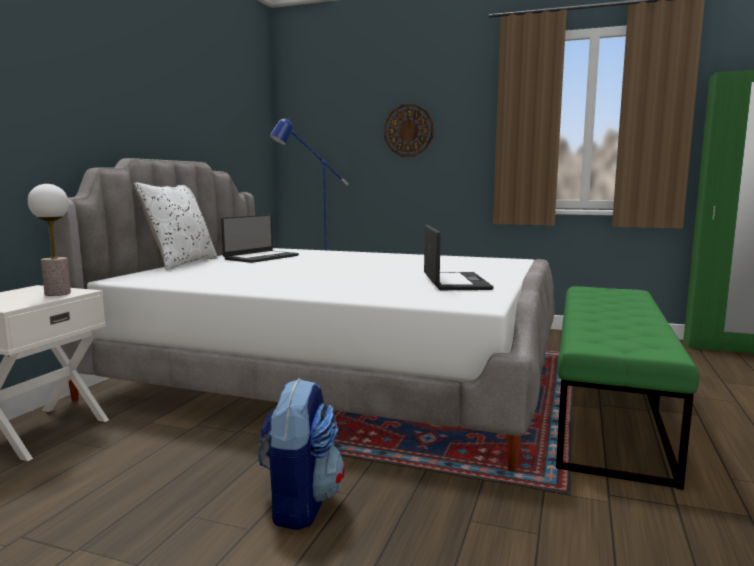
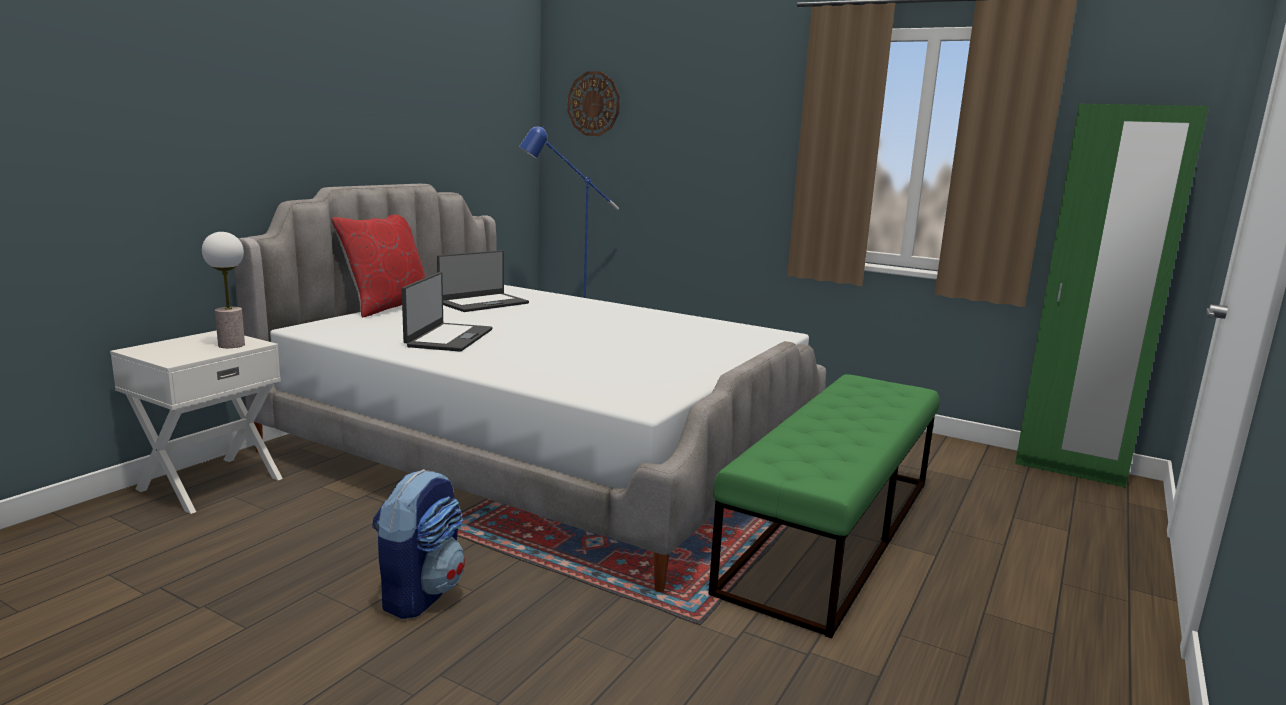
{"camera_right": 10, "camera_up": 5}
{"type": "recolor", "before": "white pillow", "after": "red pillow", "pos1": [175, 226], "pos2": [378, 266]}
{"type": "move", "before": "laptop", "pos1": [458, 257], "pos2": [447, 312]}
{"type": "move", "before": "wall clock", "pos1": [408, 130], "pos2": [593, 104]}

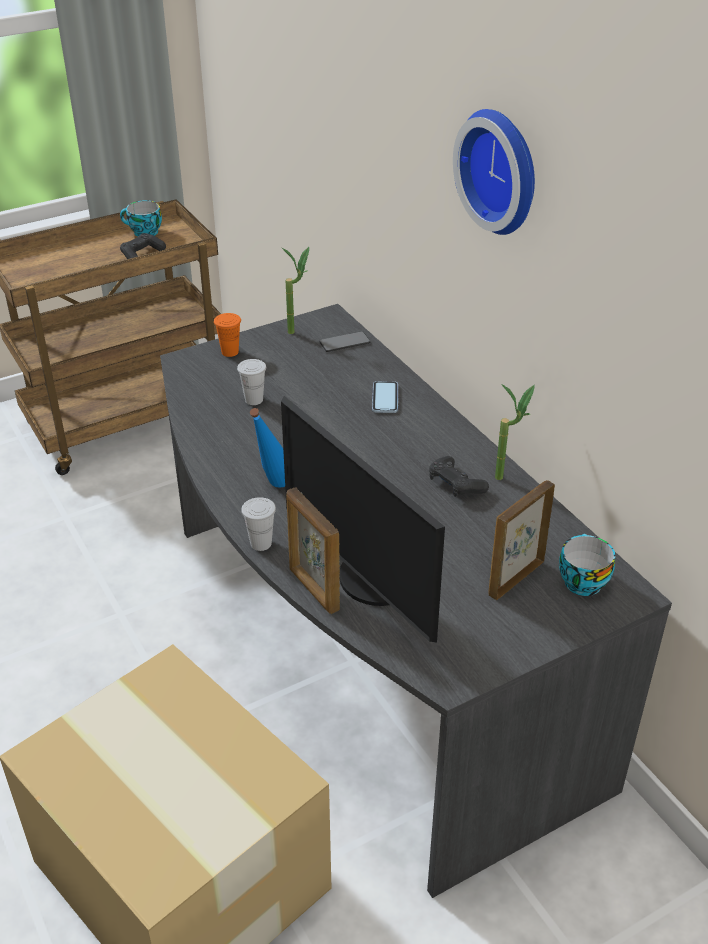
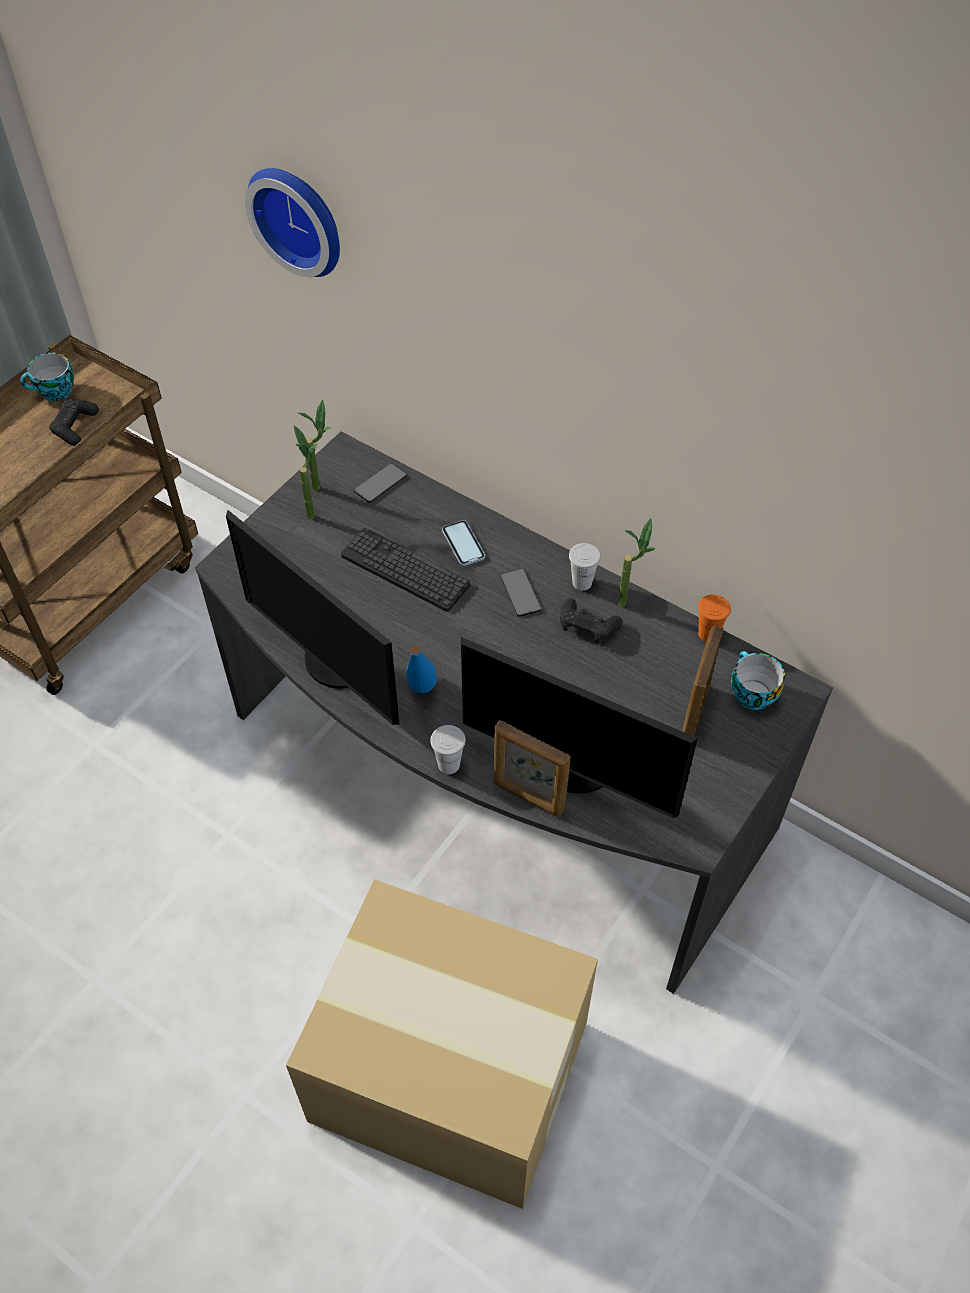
{"camera_right": -25, "camera_up": 15}
{"type": "insert", "after": "monitor", "pos2": [313, 617]}
{"type": "move", "before": "wall clock", "pos1": [494, 172], "pos2": [292, 222]}
{"type": "insert", "after": "potted plant", "pos2": [306, 472]}
{"type": "insert", "after": "keyboard", "pos2": [405, 570]}
{"type": "insert", "after": "phone", "pos2": [521, 593]}
{"type": "move", "before": "white cup", "pos1": [251, 382], "pos2": [585, 567]}
{"type": "move", "before": "orange cup", "pos1": [227, 335], "pos2": [714, 618]}

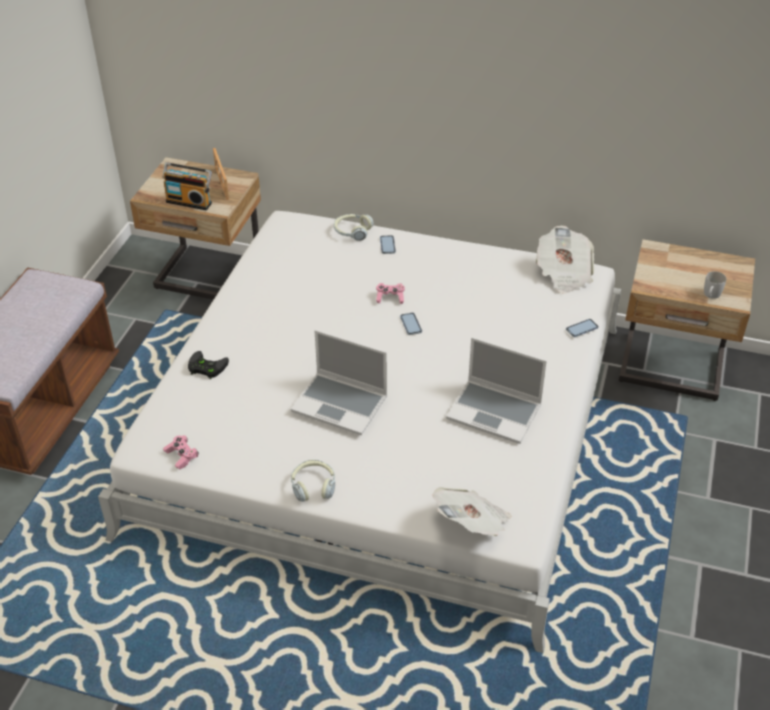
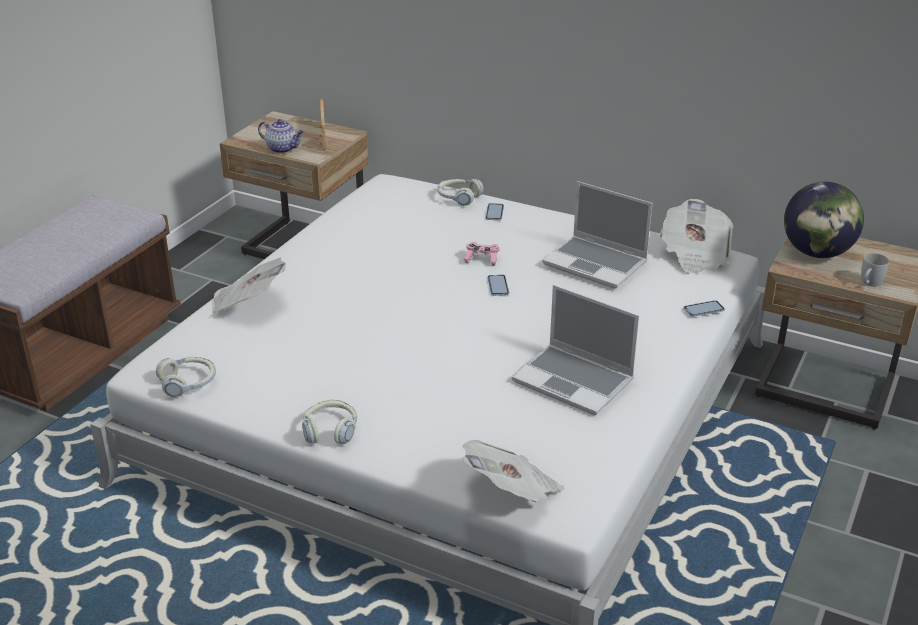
{"camera_right": 10, "camera_up": -10}
{"type": "replace", "before": "pink game controller", "after": "headphones", "pos1": [181, 452], "pos2": [186, 377]}
{"type": "replace", "before": "black game controller", "after": "newspaper", "pos1": [208, 365], "pos2": [250, 285]}
{"type": "replace", "before": "radio", "after": "teapot", "pos1": [187, 186], "pos2": [281, 136]}
{"type": "move", "before": "laptop", "pos1": [339, 382], "pos2": [597, 235]}
{"type": "insert", "after": "globe", "pos2": [824, 220]}

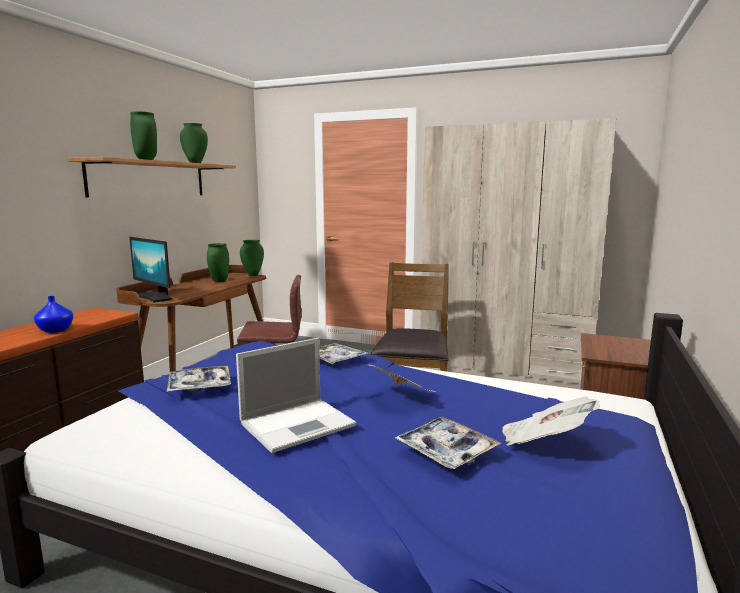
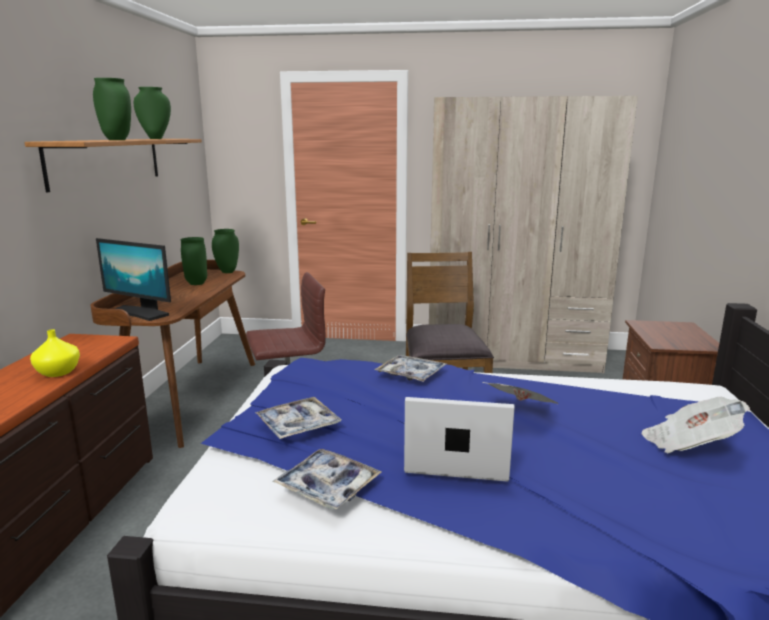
{"camera_right": -15, "camera_up": 5}
{"type": "recolor", "before": "blue vase", "after": "yellow vase", "pos1": [53, 314], "pos2": [55, 353]}
{"type": "move", "before": "tray", "pos1": [448, 443], "pos2": [326, 479]}
{"type": "rotate", "before": "laptop", "pos1": [296, 395], "pos2": [459, 439], "turn": -120}

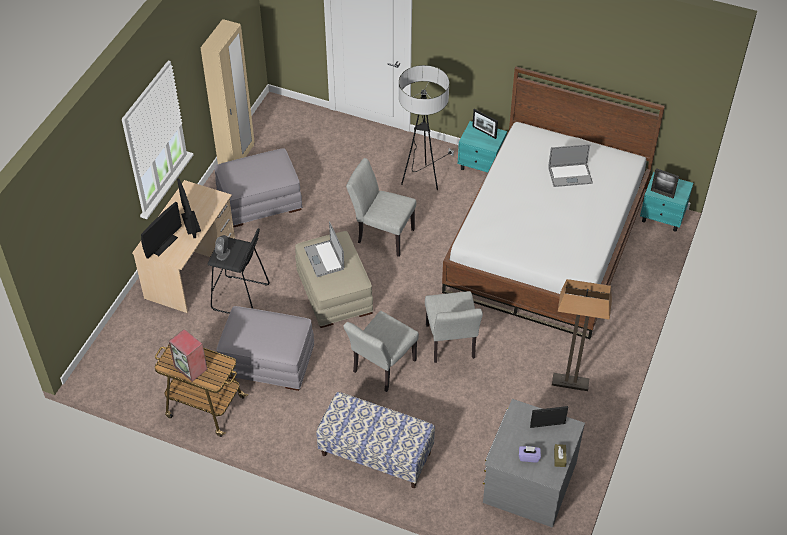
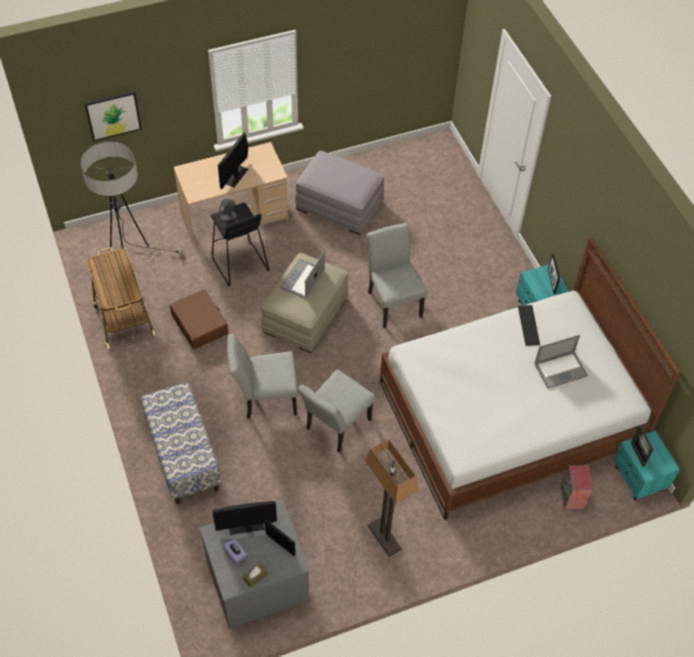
{"camera_right": 45, "camera_up": 5}
{"type": "move", "before": "floor lamp", "pos1": [426, 127], "pos2": [132, 199]}
{"type": "insert", "after": "picture", "pos2": [113, 116]}
{"type": "replace", "before": "grey ottoman", "after": "brown suitcase", "pos1": [265, 348], "pos2": [199, 319]}
{"type": "move", "before": "monitor", "pos1": [161, 230], "pos2": [244, 518]}
{"type": "insert", "after": "keyboard", "pos2": [529, 325]}
{"type": "rotate", "before": "laptop", "pos1": [570, 165], "pos2": [561, 362], "turn": -60}
{"type": "move", "before": "speaker", "pos1": [187, 355], "pos2": [577, 487]}
{"type": "delete", "before": "beige wardrobe", "pos1": [228, 91]}

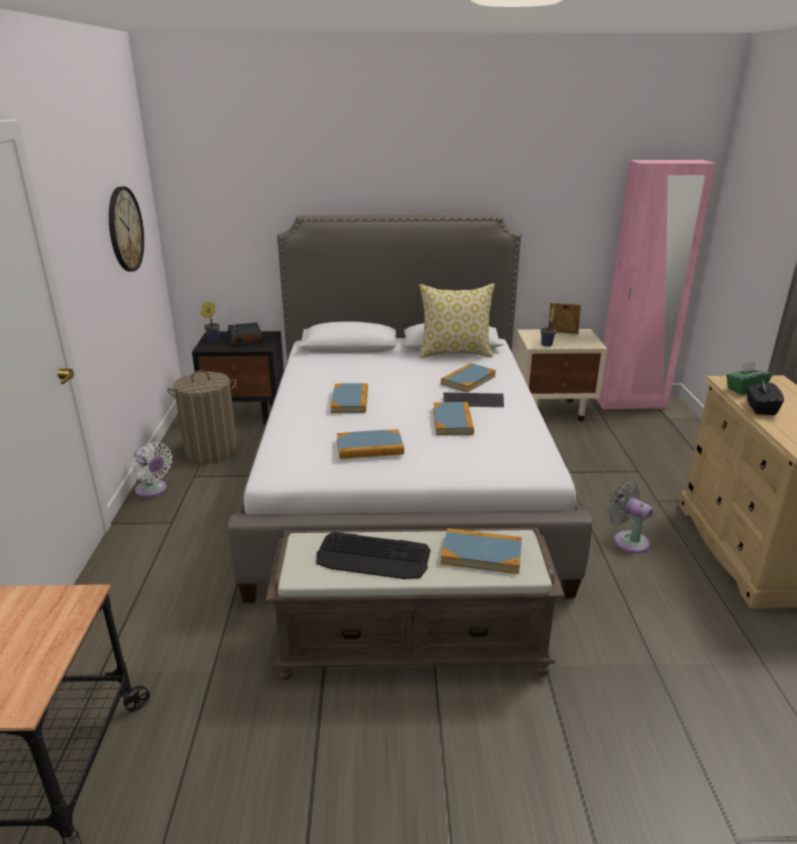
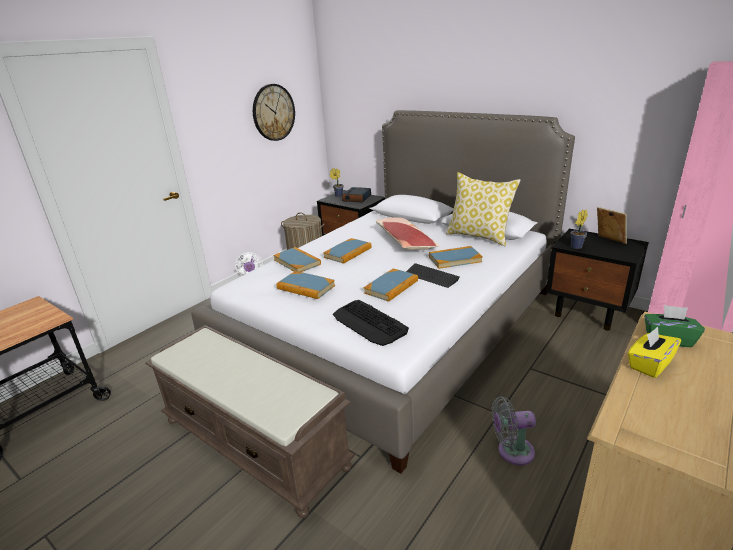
{"camera_right": 40, "camera_up": 0}
{"type": "move", "before": "book", "pos1": [481, 551], "pos2": [297, 259]}
{"type": "move", "before": "keyboard", "pos1": [373, 555], "pos2": [371, 323]}
{"type": "insert", "after": "pillow", "pos2": [408, 233]}
{"type": "rotate", "before": "grey fan", "pos1": [630, 517], "pos2": [514, 430], "turn": -90}
{"type": "recolor", "before": "beige nightstand", "after": "black nightstand", "pos1": [561, 375], "pos2": [597, 280]}
{"type": "recolor", "before": "black tissue box", "after": "yellow tissue box", "pos1": [765, 397], "pos2": [654, 352]}

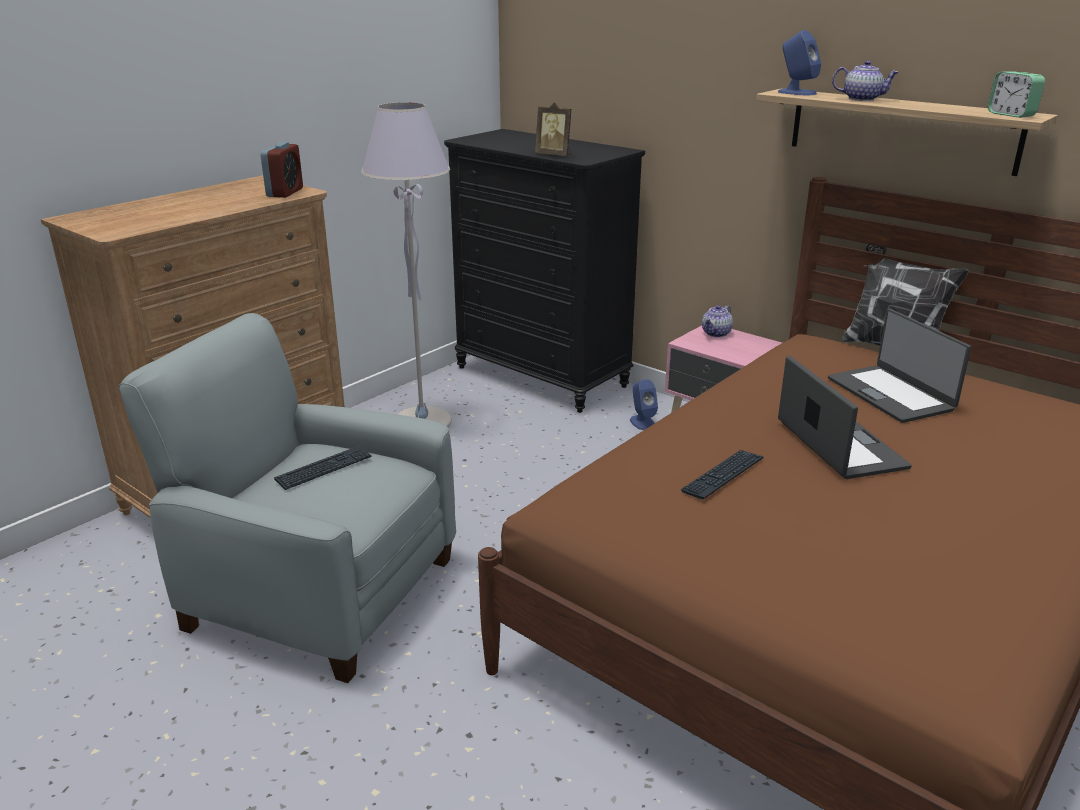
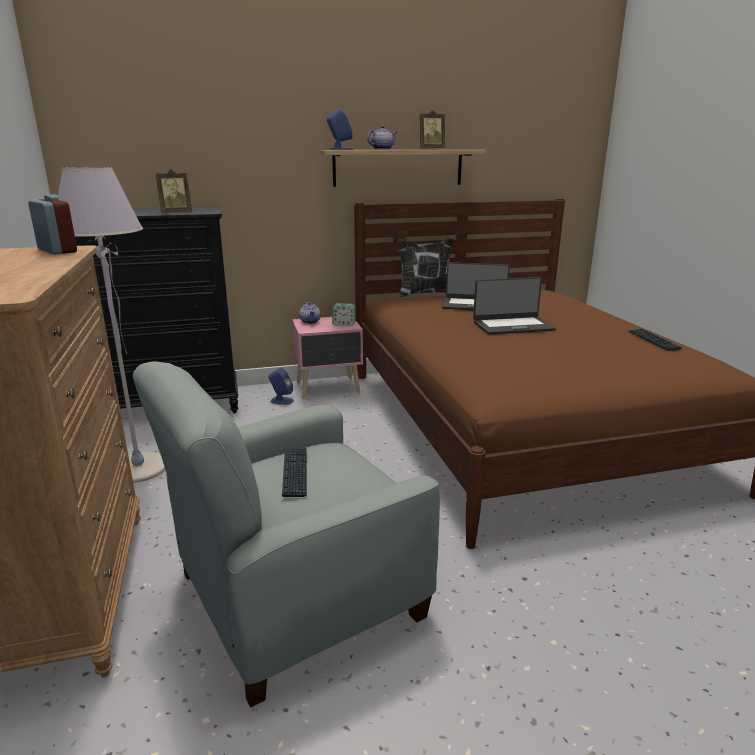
{"camera_right": -55, "camera_up": -5}
{"type": "move", "before": "alarm clock", "pos1": [1016, 95], "pos2": [344, 314]}
{"type": "insert", "after": "picture frame", "pos2": [432, 130]}
{"type": "rotate", "before": "laptop", "pos1": [845, 417], "pos2": [514, 306], "turn": 150}
{"type": "move", "before": "keyboard", "pos1": [722, 474], "pos2": [655, 340]}

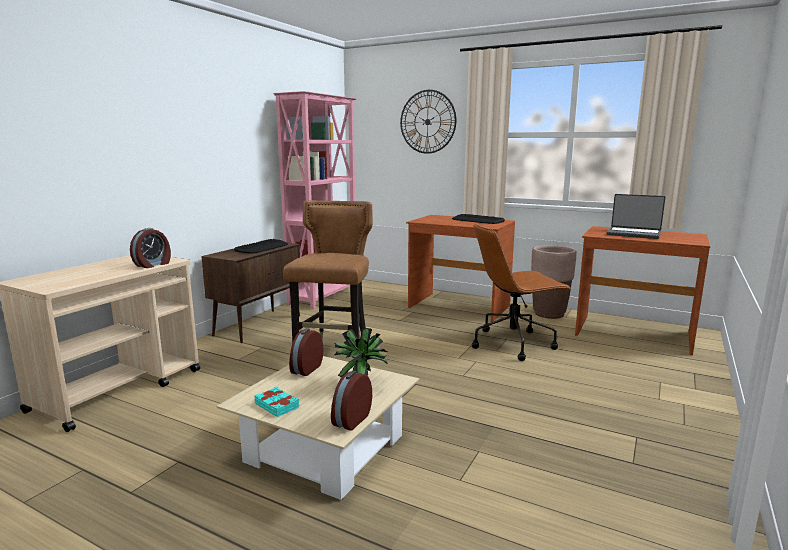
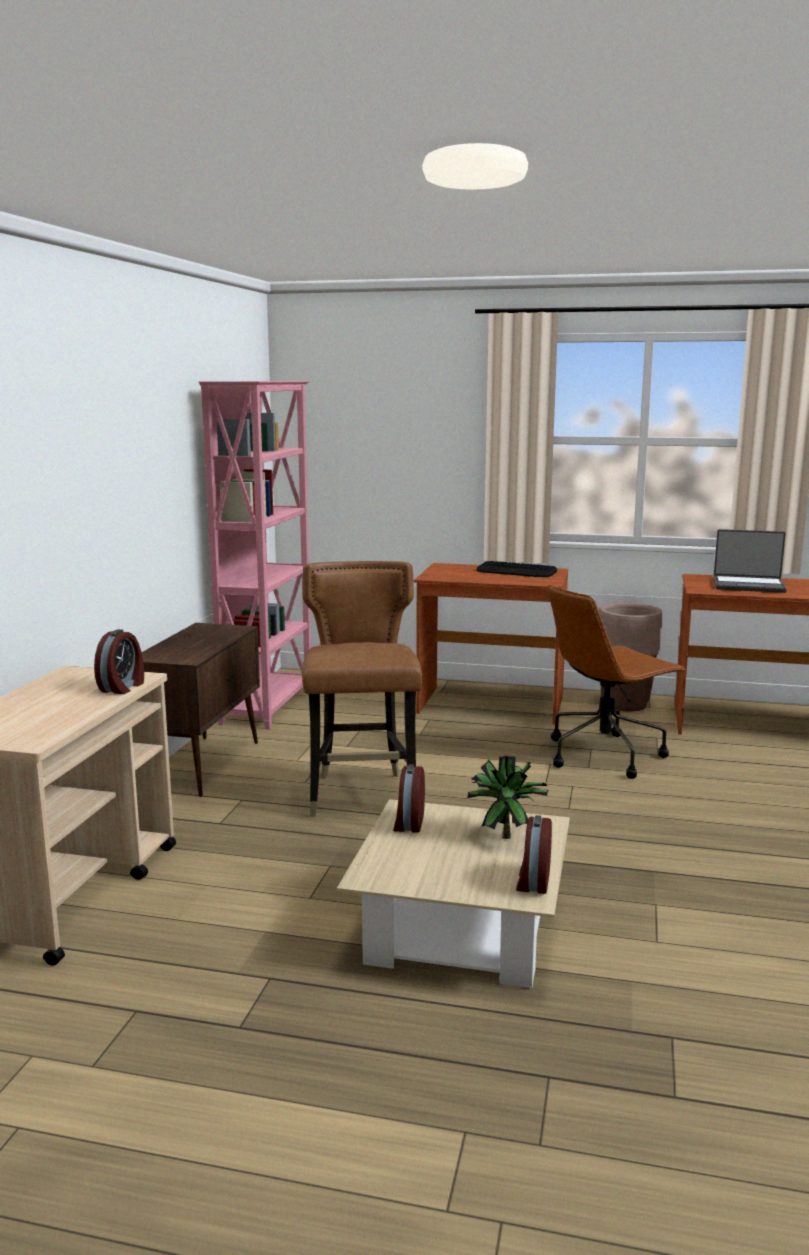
{"camera_right": -15, "camera_up": 0}
{"type": "delete", "before": "keyboard", "pos1": [261, 246]}
{"type": "delete", "before": "turquoise book", "pos1": [276, 402]}
{"type": "delete", "before": "wall clock", "pos1": [428, 122]}

